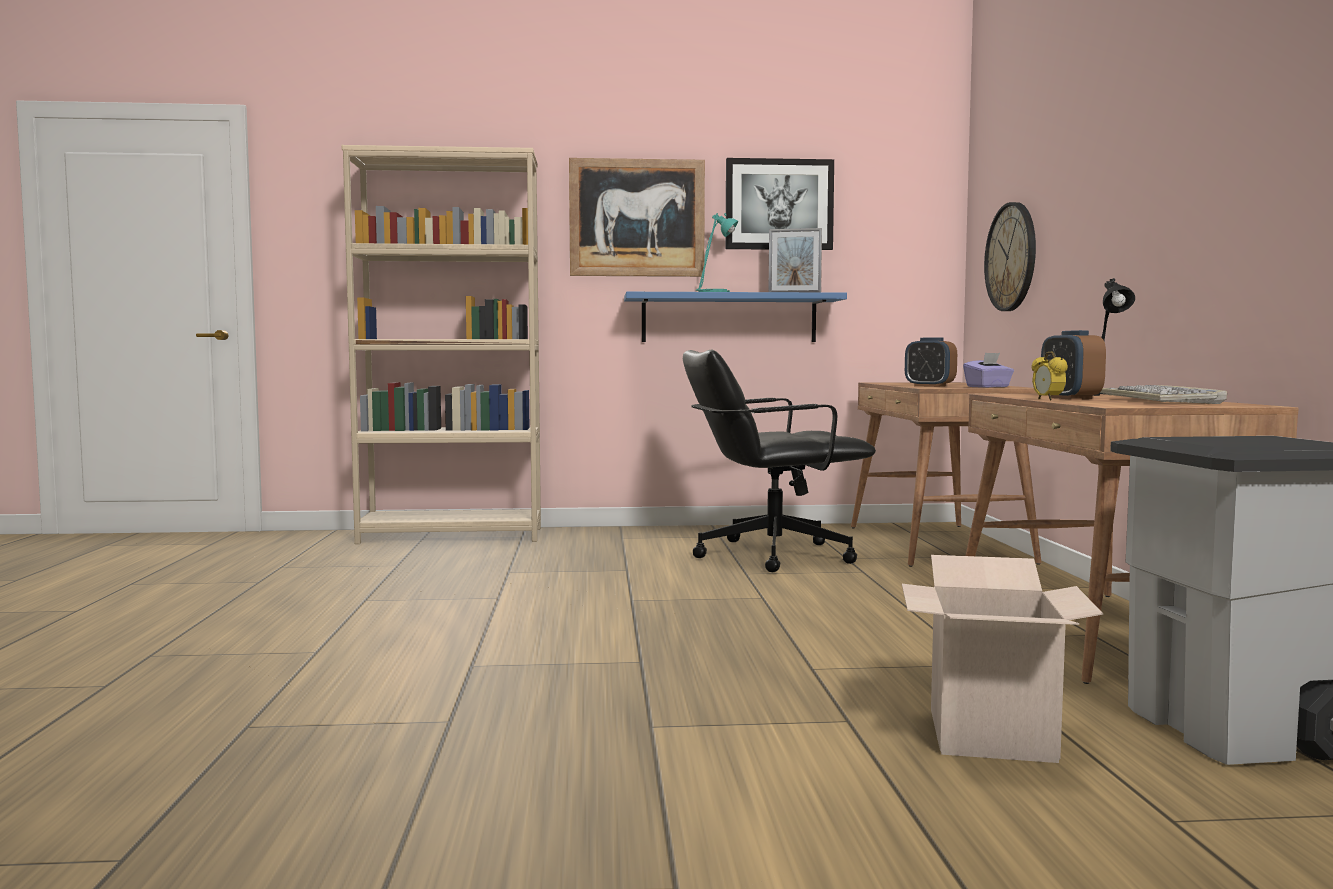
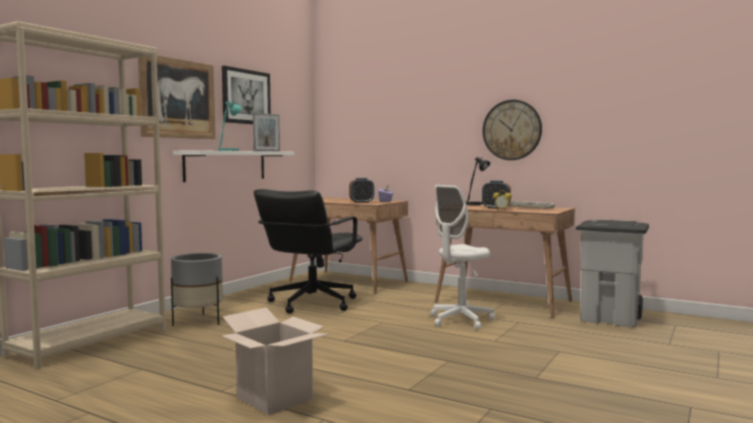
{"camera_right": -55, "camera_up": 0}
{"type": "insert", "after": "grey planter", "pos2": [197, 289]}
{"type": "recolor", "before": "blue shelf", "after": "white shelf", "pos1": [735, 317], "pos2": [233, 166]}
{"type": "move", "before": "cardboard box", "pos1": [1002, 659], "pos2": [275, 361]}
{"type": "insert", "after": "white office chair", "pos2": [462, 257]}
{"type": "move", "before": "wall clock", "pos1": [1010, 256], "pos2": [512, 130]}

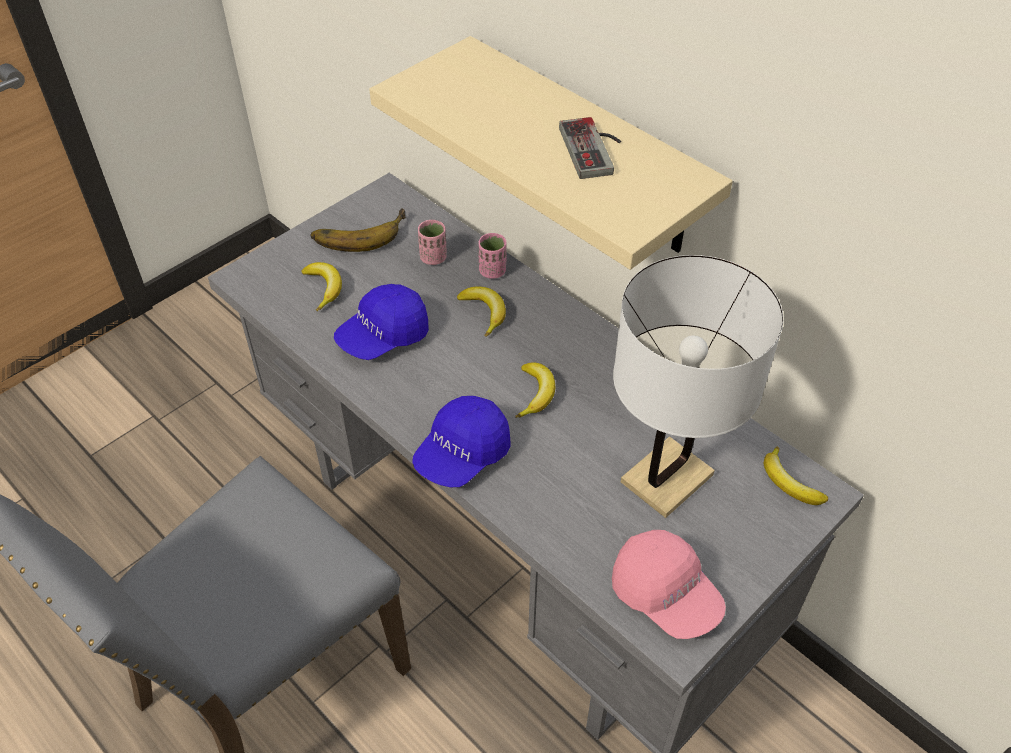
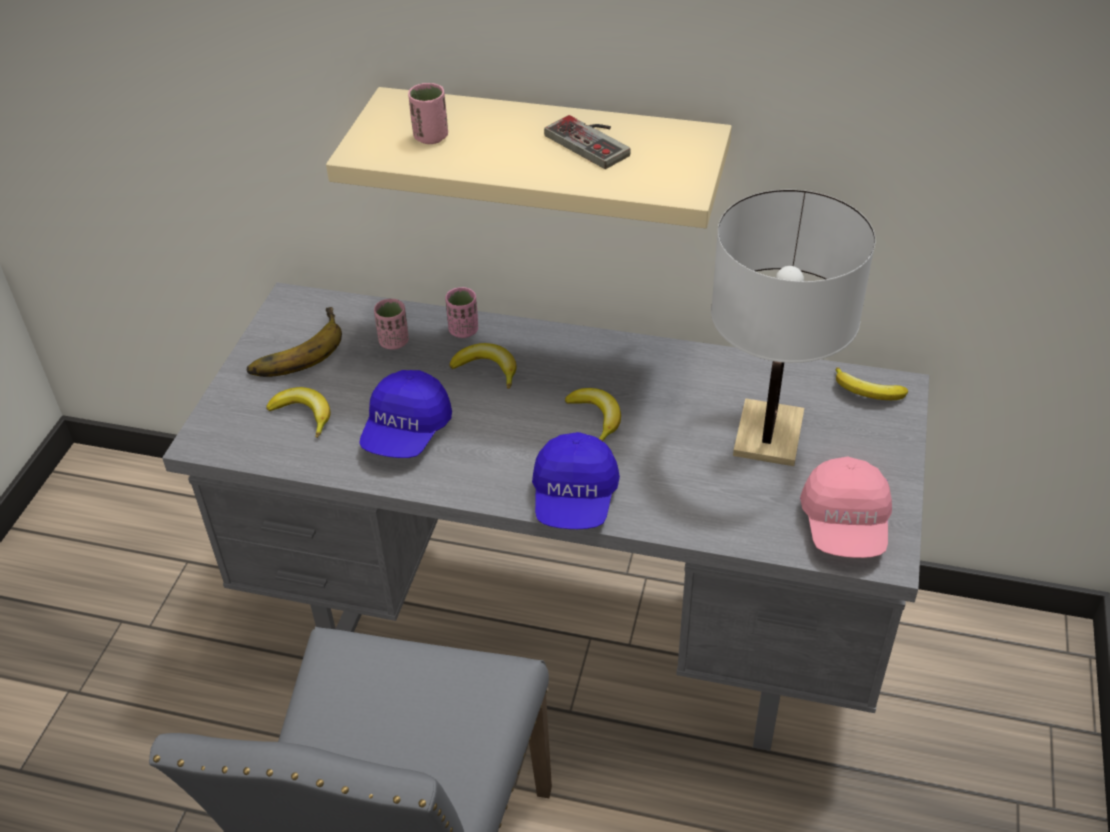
{"camera_right": -30, "camera_up": -5}
{"type": "insert", "after": "pink cup", "pos2": [428, 113]}
{"type": "rotate", "before": "pink cap", "pos1": [669, 584], "pos2": [846, 507], "turn": 75}

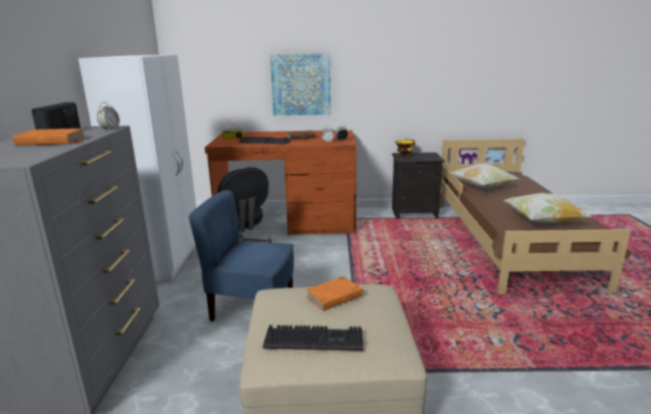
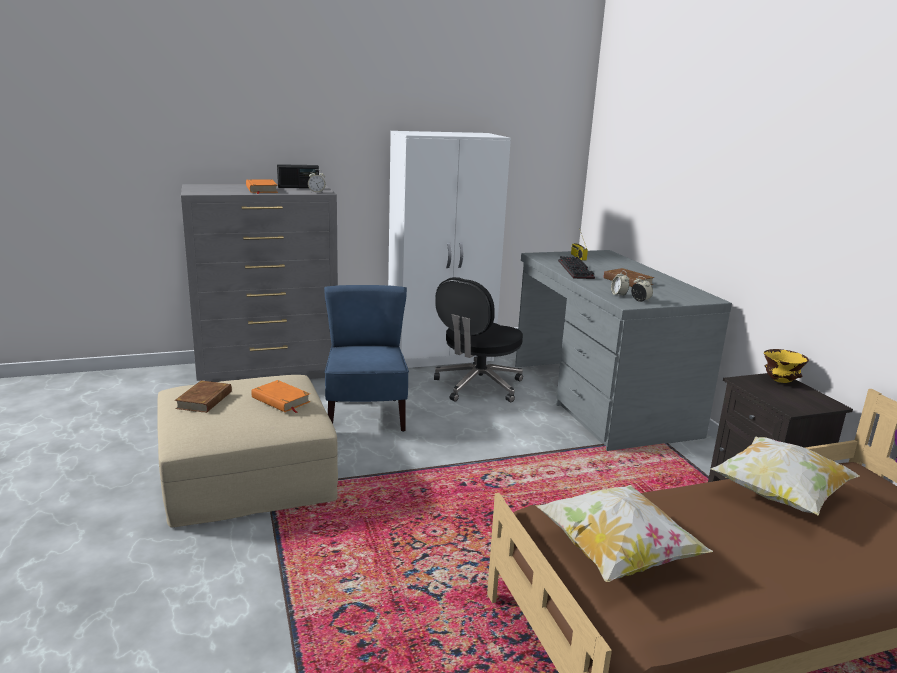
{"camera_right": 70, "camera_up": 0}
{"type": "replace", "before": "keyboard", "after": "brown book", "pos1": [313, 338], "pos2": [203, 396]}
{"type": "recolor", "before": "brown desk", "after": "grey desk", "pos1": [281, 183], "pos2": [623, 350]}
{"type": "delete", "before": "picture", "pos1": [300, 84]}

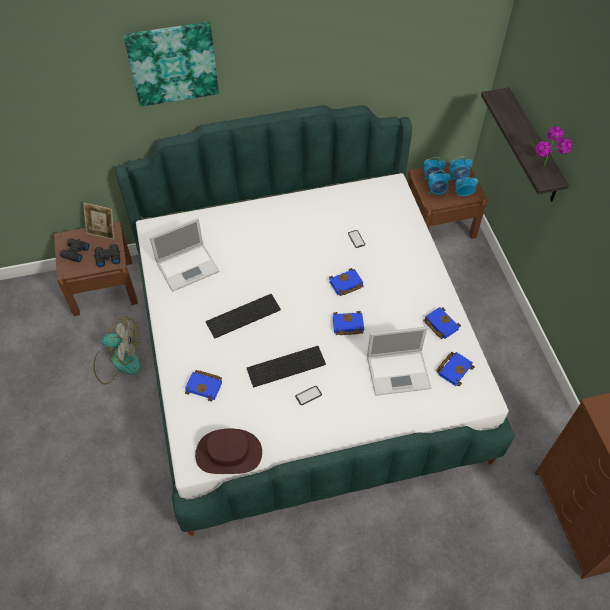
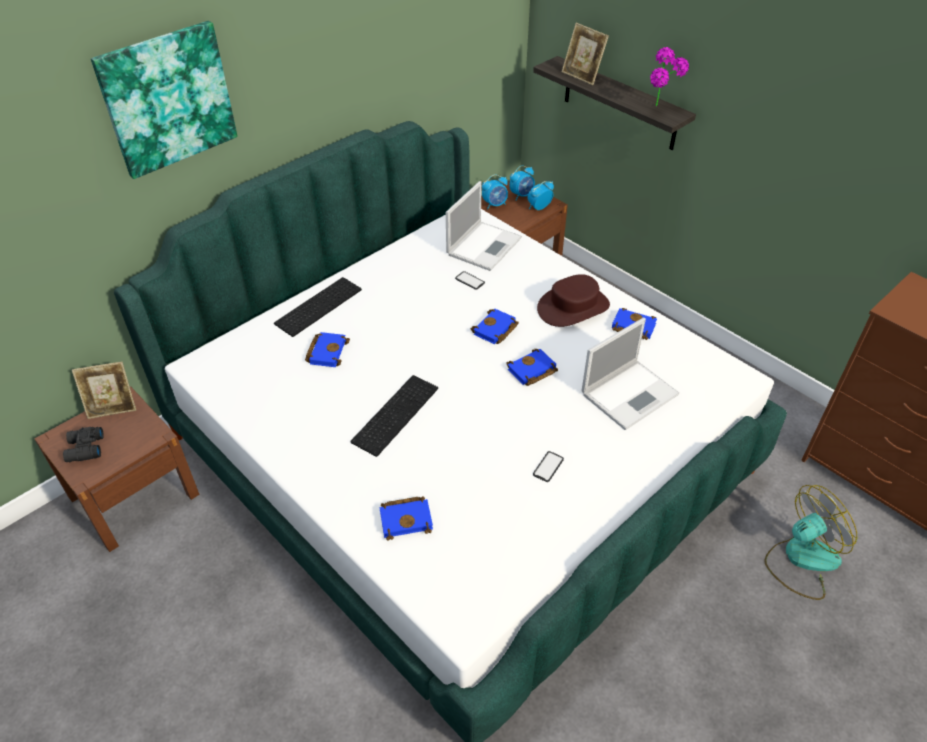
{"camera_right": -30, "camera_up": -10}
{"type": "move", "before": "keyboard", "pos1": [286, 366], "pos2": [318, 307]}
{"type": "move", "before": "blue book", "pos1": [455, 369], "pos2": [327, 349]}
{"type": "move", "before": "laptop", "pos1": [184, 255], "pos2": [484, 226]}
{"type": "move", "before": "brown hat", "pos1": [228, 451], "pos2": [573, 300]}
{"type": "insert", "after": "picture frame", "pos2": [585, 54]}
{"type": "move", "before": "fan", "pos1": [117, 350], "pos2": [810, 542]}
{"type": "delete", "before": "black binoculars", "pos1": [107, 255]}
{"type": "delete", "before": "alarm clock", "pos1": [439, 182]}

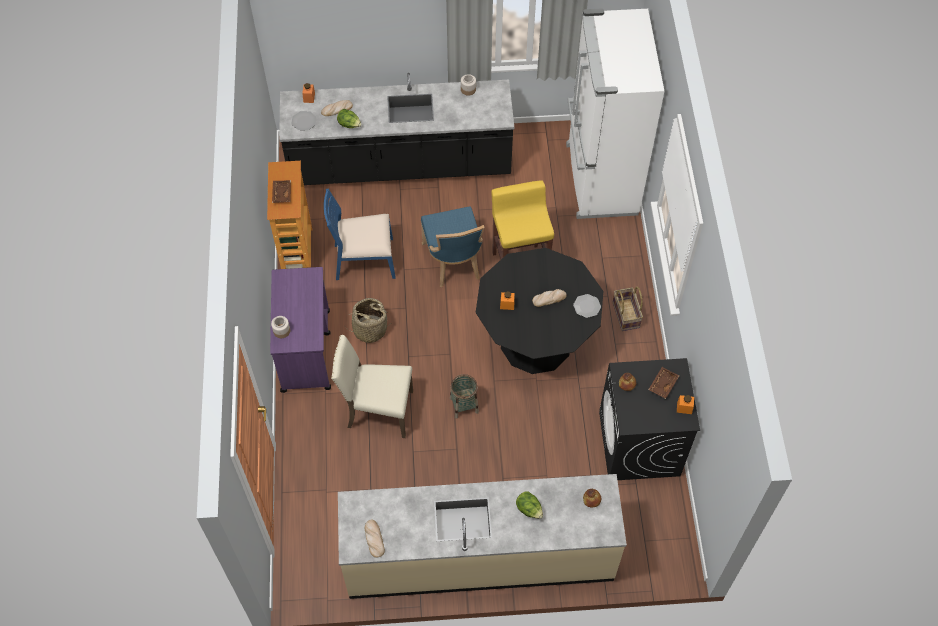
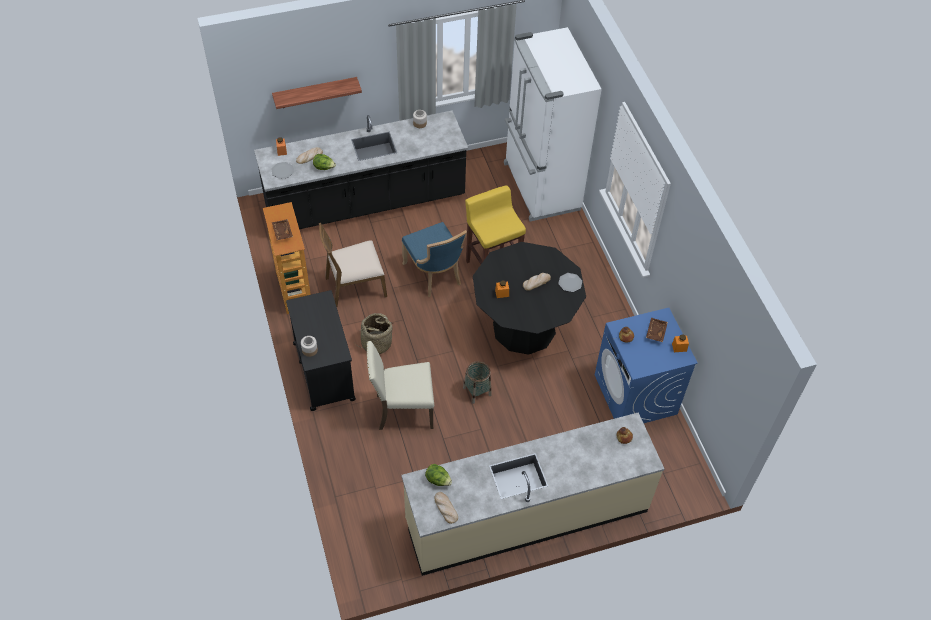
{"camera_right": -15, "camera_up": -5}
{"type": "insert", "after": "shelf", "pos2": [317, 93]}
{"type": "recolor", "before": "purple cart", "after": "black cart", "pos1": [300, 330], "pos2": [321, 350]}
{"type": "recolor", "before": "blue chair", "after": "brown chair", "pos1": [360, 234], "pos2": [353, 265]}
{"type": "move", "before": "lettuce", "pos1": [529, 505], "pos2": [438, 475]}
{"type": "recolor", "before": "black washing machine", "after": "blue washing machine", "pos1": [649, 419], "pos2": [646, 365]}
{"type": "delete", "before": "basket", "pos1": [628, 309]}

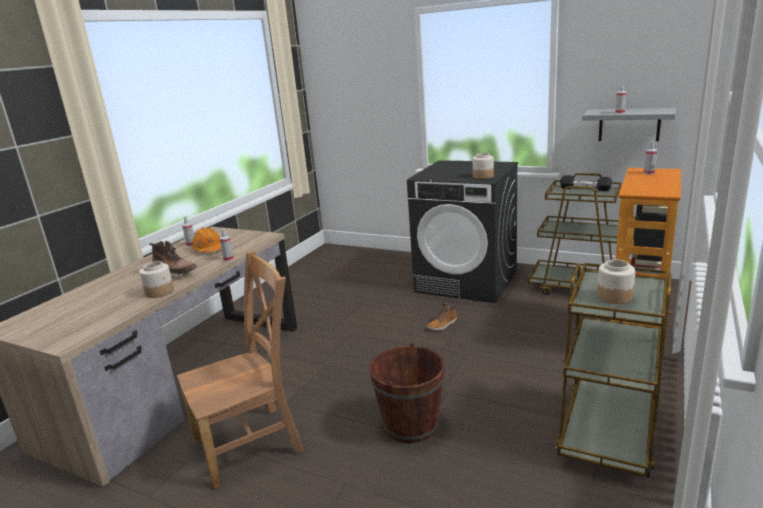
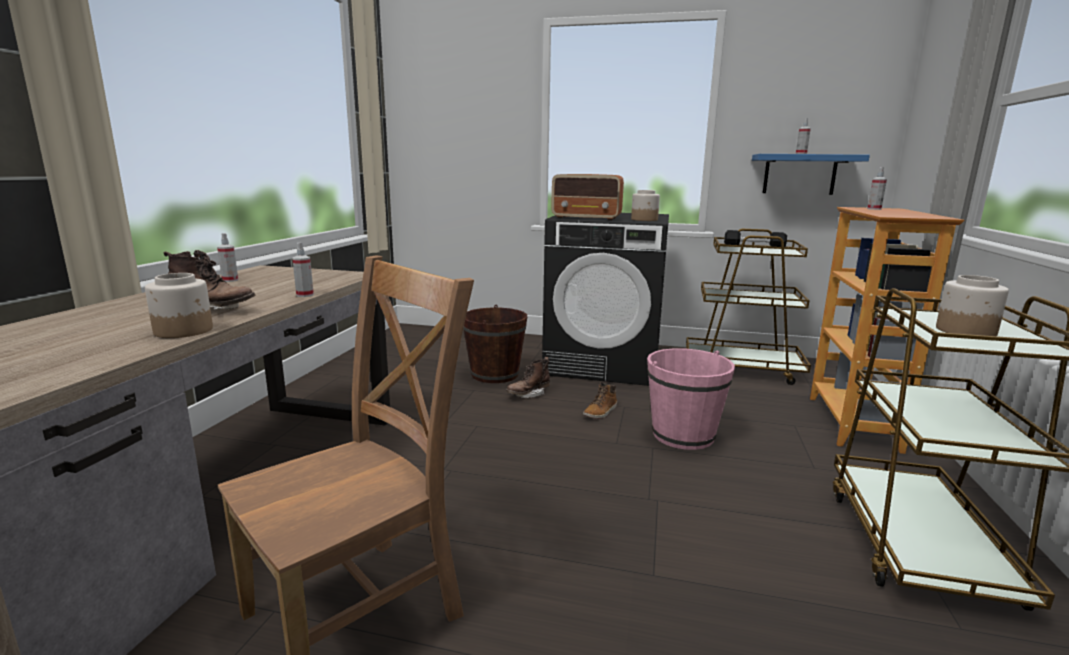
{"camera_right": -15, "camera_up": -5}
{"type": "move", "before": "brown bucket", "pos1": [407, 393], "pos2": [495, 344]}
{"type": "insert", "after": "brown boot", "pos2": [528, 377]}
{"type": "insert", "after": "radio", "pos2": [587, 197]}
{"type": "insert", "after": "pink bucket", "pos2": [691, 399]}
{"type": "recolor", "before": "grey shelf", "after": "blue shelf", "pos1": [629, 124], "pos2": [811, 174]}
{"type": "delete", "before": "orange hard hat", "pos1": [206, 239]}

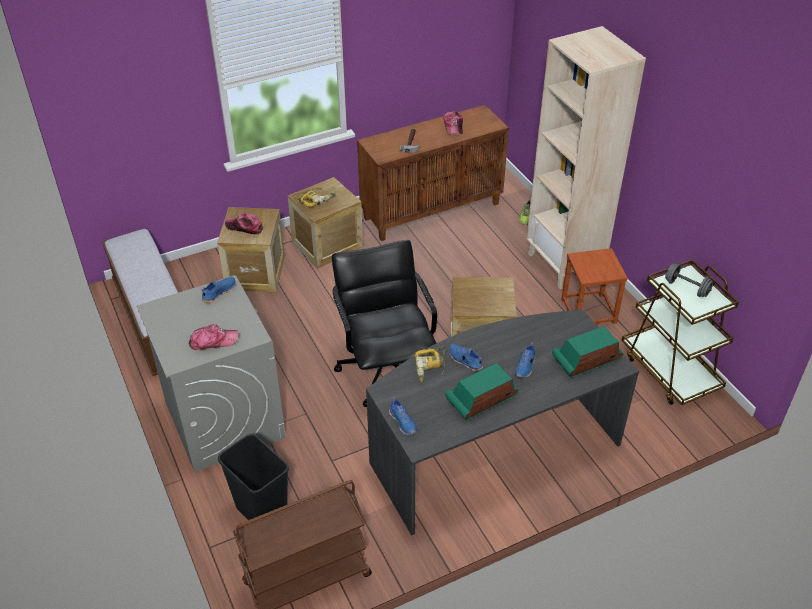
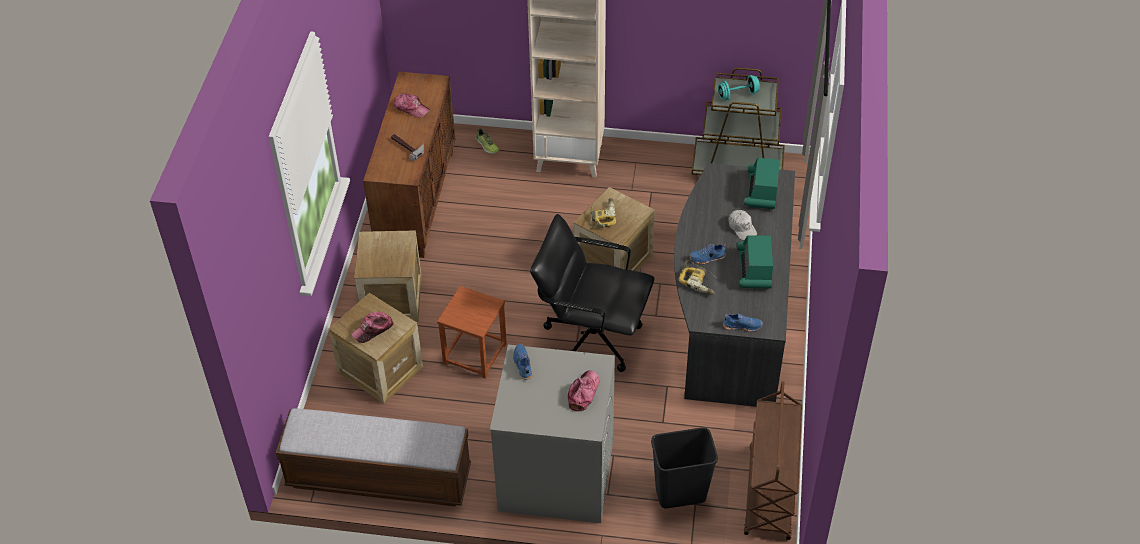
{"camera_right": -55, "camera_up": 5}
{"type": "move", "before": "brown stool", "pos1": [594, 286], "pos2": [472, 332]}
{"type": "move", "before": "power drill", "pos1": [315, 197], "pos2": [603, 213]}
{"type": "recolor", "before": "grey dumbbell", "after": "turquoise dumbbell", "pos1": [689, 280], "pos2": [739, 87]}
{"type": "replace", "before": "blue shoe", "after": "white cap", "pos1": [524, 360], "pos2": [742, 225]}

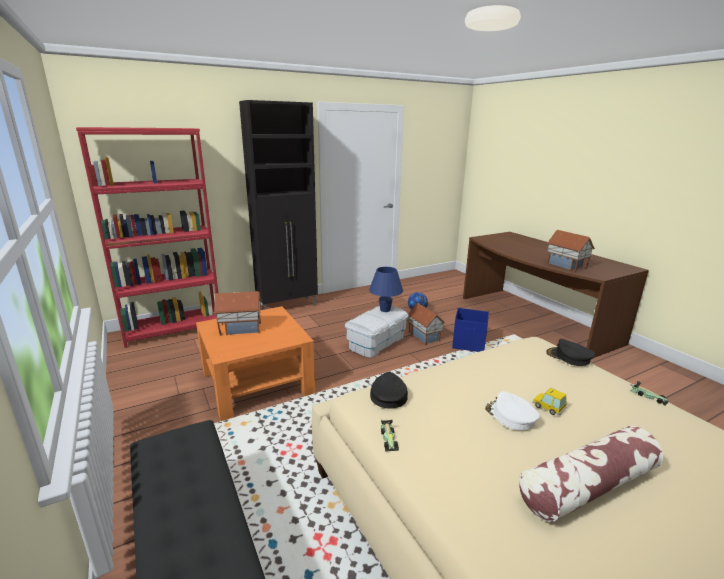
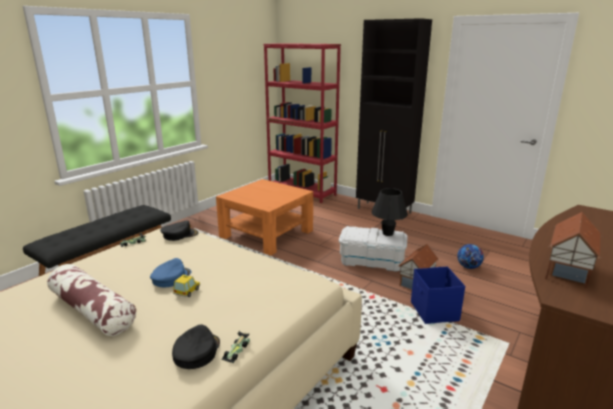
{"camera_right": 65, "camera_up": 0}
{"type": "recolor", "before": "white cap", "after": "blue cap", "pos1": [512, 410], "pos2": [170, 272]}
{"type": "move", "before": "black cap", "pos1": [570, 352], "pos2": [196, 346]}
{"type": "recolor", "before": "blue table lamp", "after": "black table lamp", "pos1": [386, 289], "pos2": [389, 212]}
{"type": "delete", "before": "toy house", "pos1": [237, 313]}

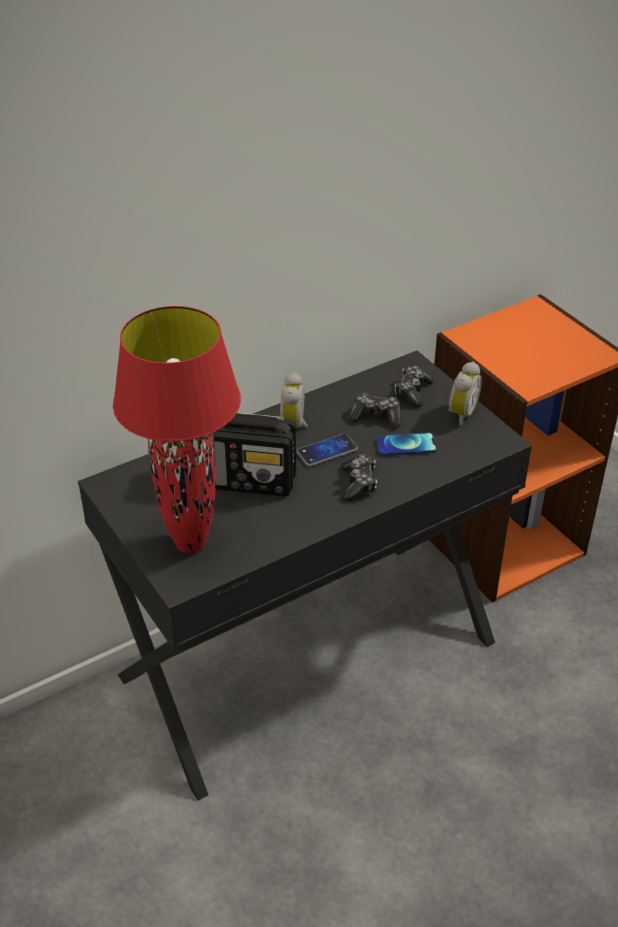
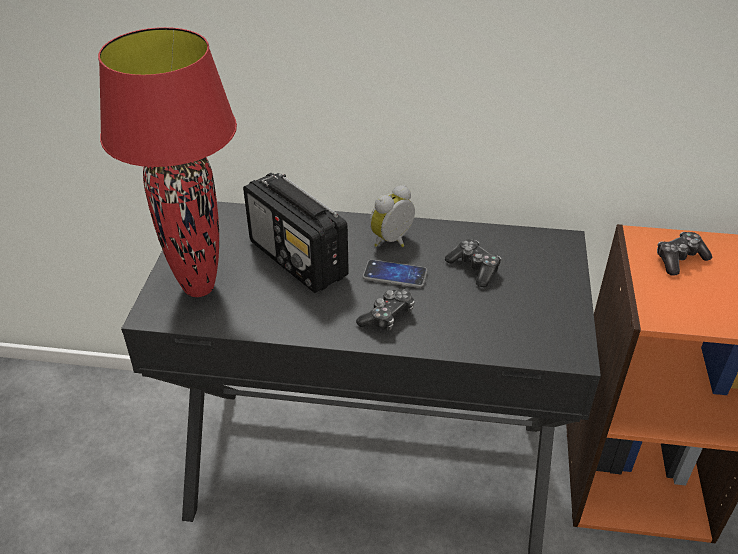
{"camera_right": 40, "camera_up": 0}
{"type": "move", "before": "game controller", "pos1": [414, 386], "pos2": [684, 254]}
{"type": "delete", "before": "phone", "pos1": [406, 444]}
{"type": "delete", "before": "alarm clock", "pos1": [465, 393]}

